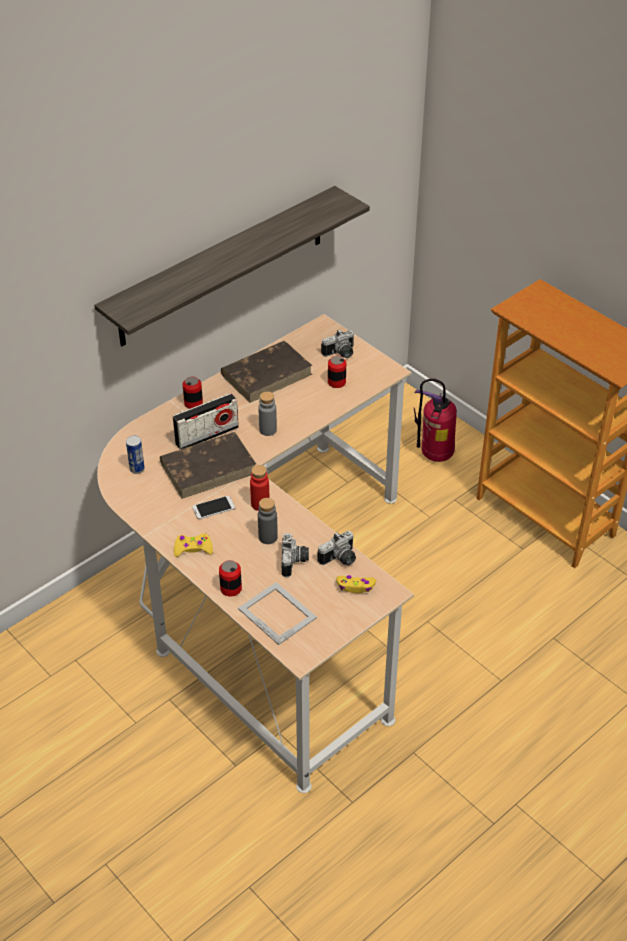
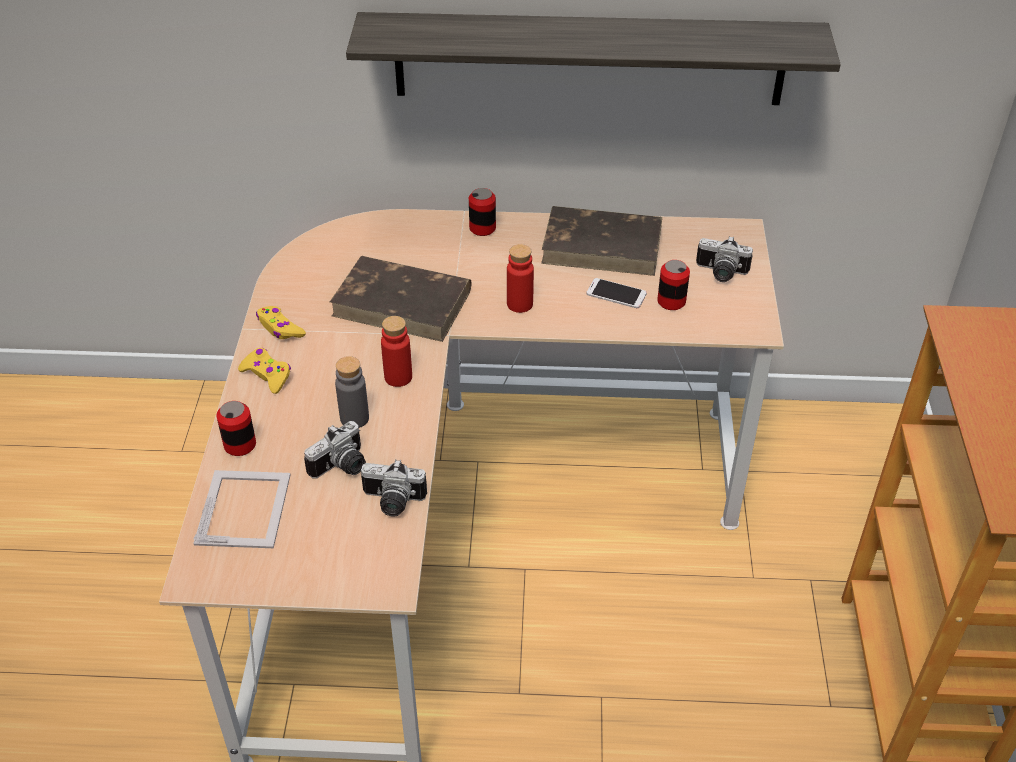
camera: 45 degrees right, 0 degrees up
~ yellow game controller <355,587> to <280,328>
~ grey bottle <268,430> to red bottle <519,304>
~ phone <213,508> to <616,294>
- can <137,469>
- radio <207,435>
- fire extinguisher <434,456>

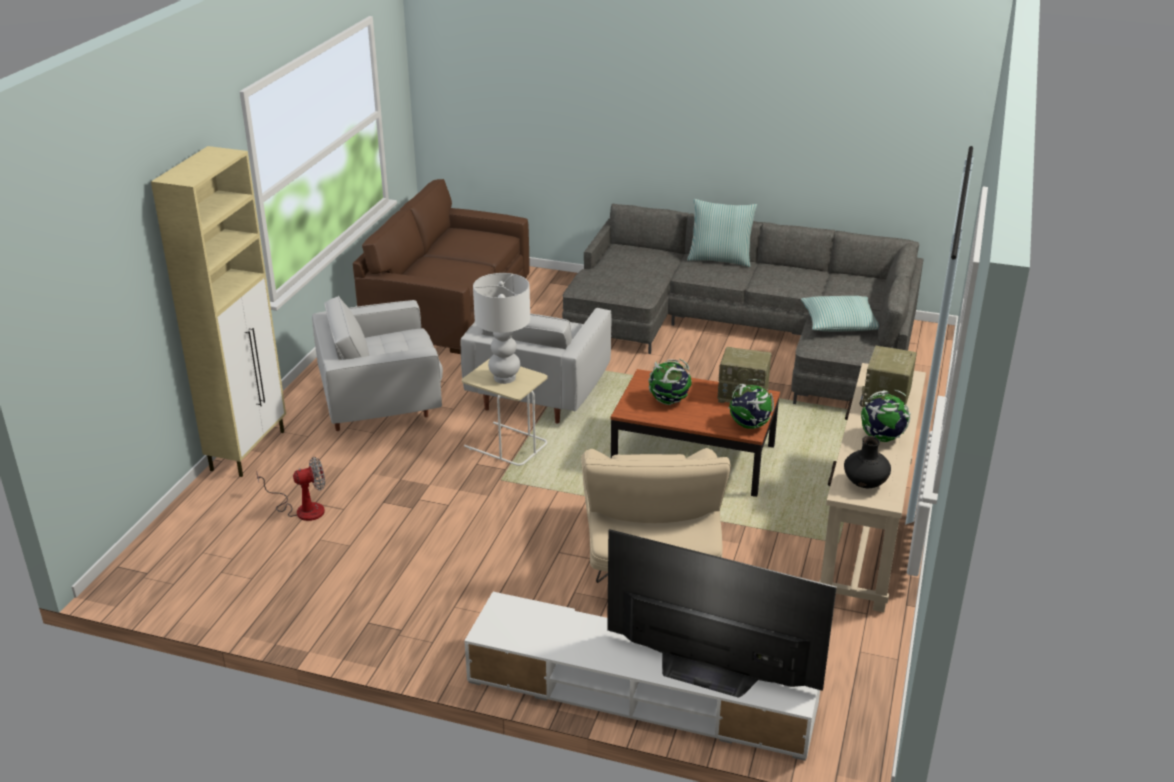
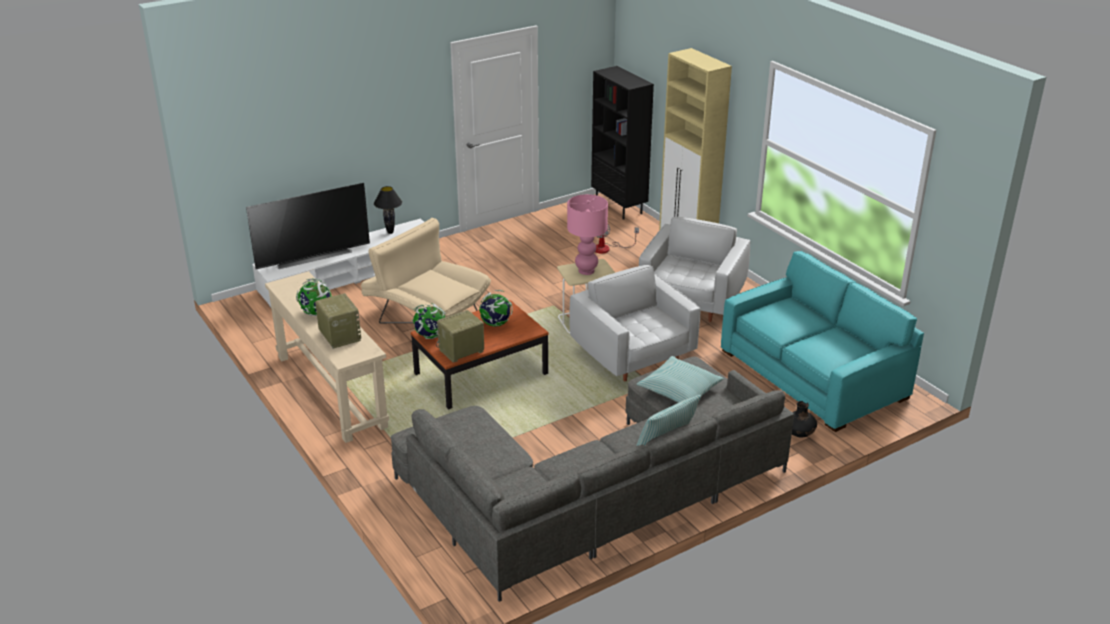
camera: 130 degrees right, 0 degrees up
+ black table lamp <390,232>
~ white table lamp <504,377> to pink table lamp <586,271>
+ black bookcase <619,207>
~ pillow <839,323> to <680,389>
~ brown sofa <448,305> to turquoise sofa <814,374>
~ black vase <865,483> to <799,434>

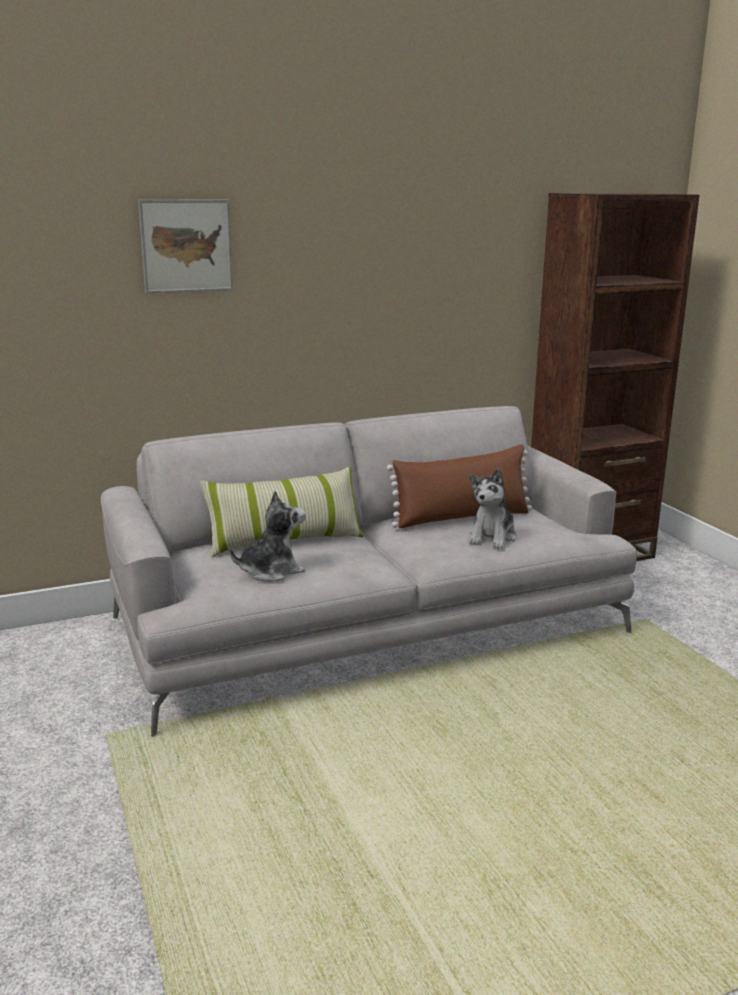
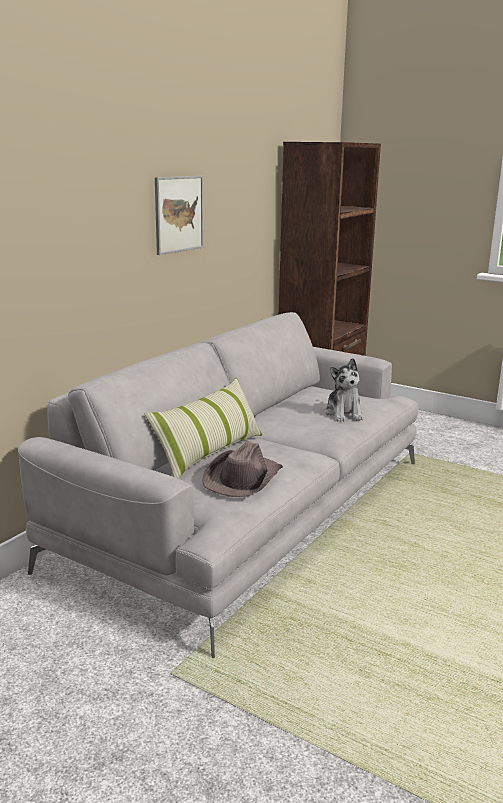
camera: 35 degrees left, 0 degrees up
~ picture <186,246> to <179,214>
~ plush toy <271,571> to brown hat <243,478>
- brown pillow <461,517>

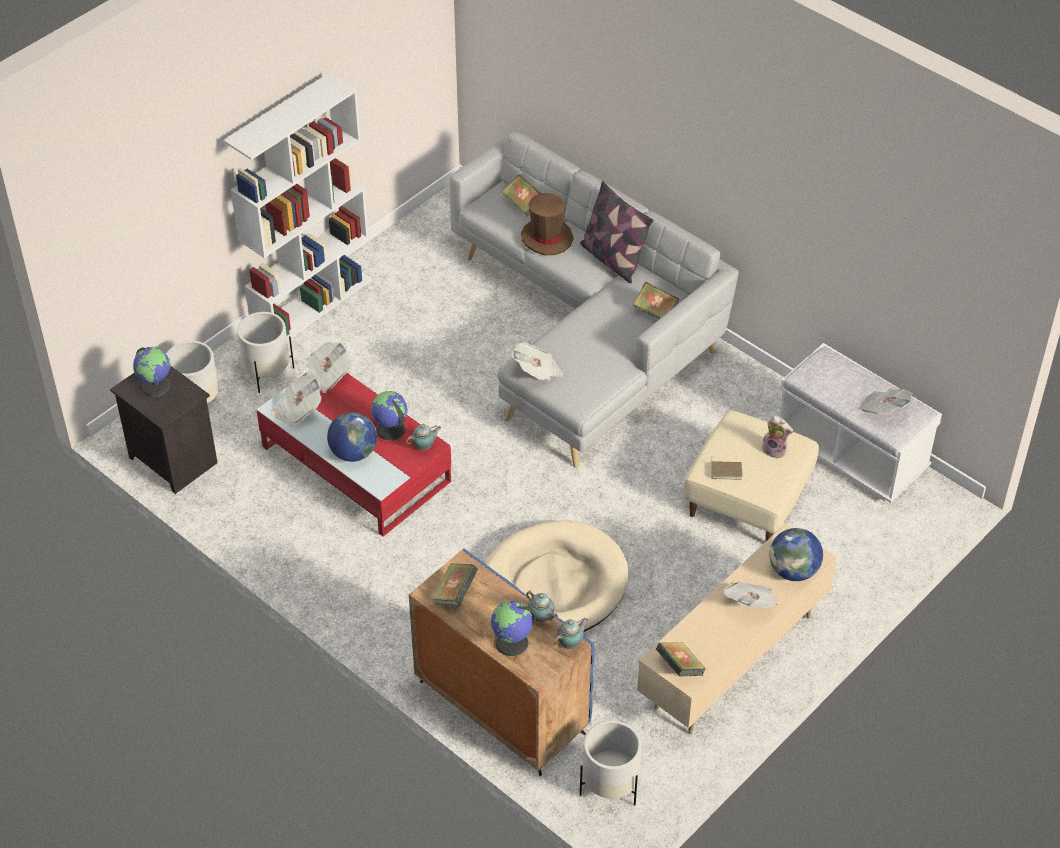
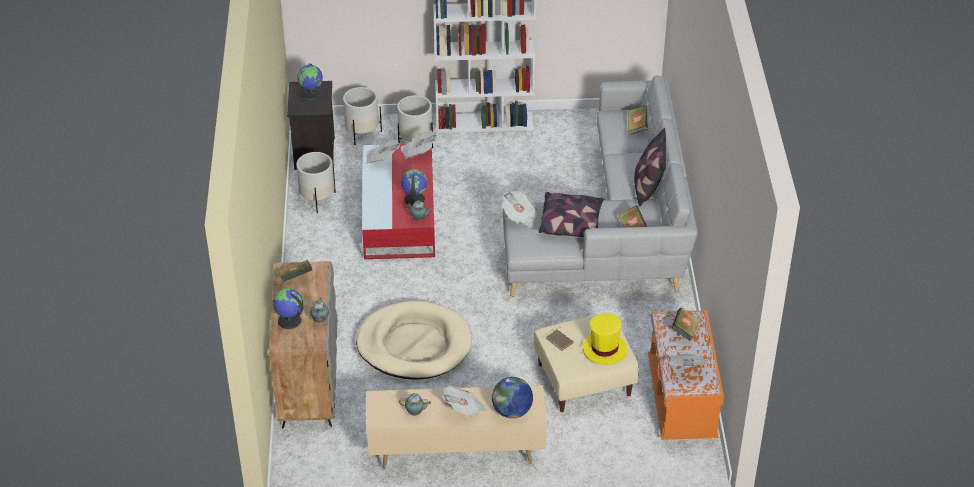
camera: 45 degrees right, 5 degrees down
~ blue cabinet <500,707> to grey cabinet <308,381>
~ white planter <610,786> to <317,199>
~ teapot <571,643> to <415,413>
+ pillow <571,223>
~ plush toy <775,450> to yellow hat <604,350>
~ white bench <851,453> to orange bench <682,400>
~ book <680,668> to <684,331>
- globe <353,453>
- brown hat <547,237>

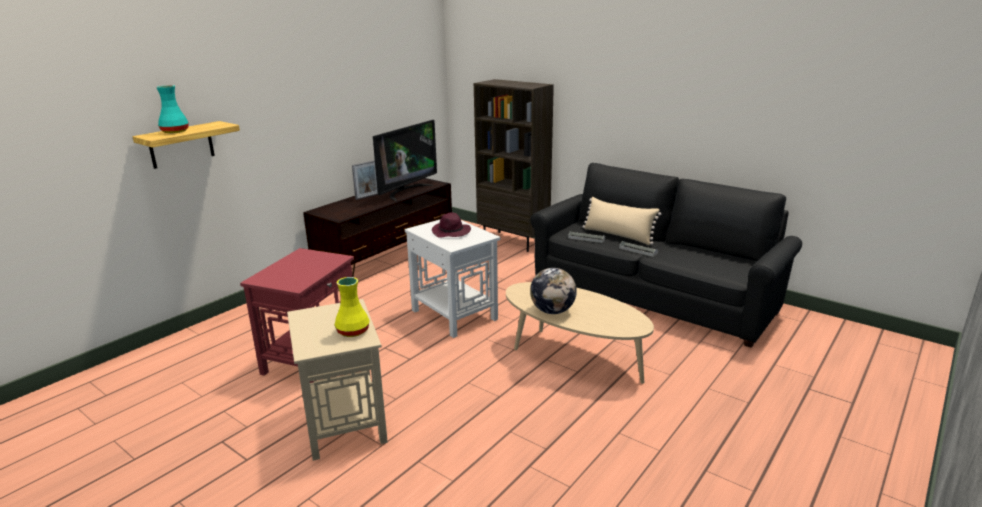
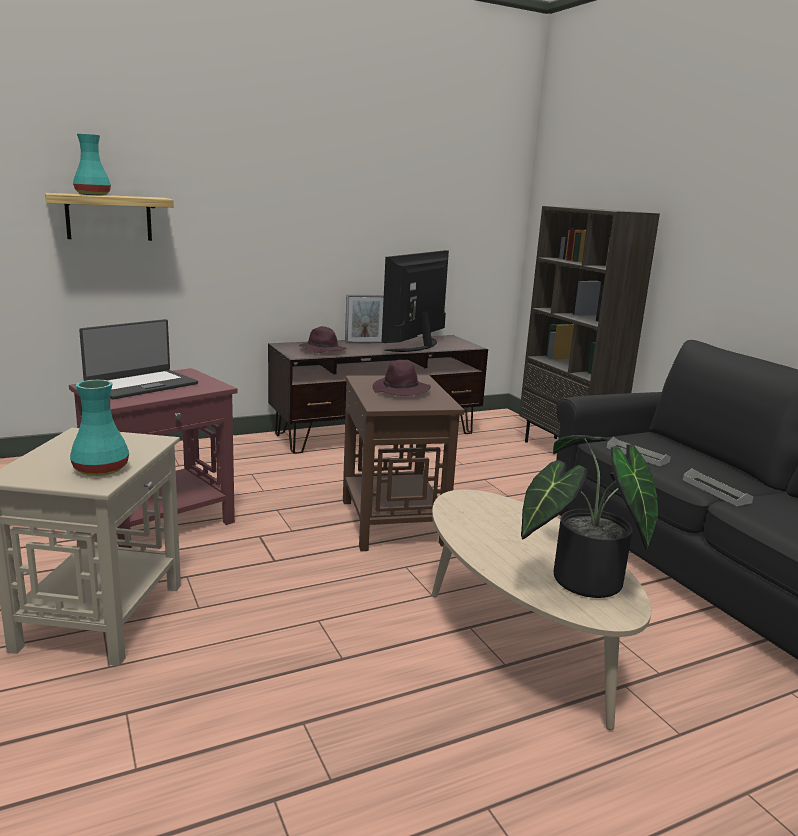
camera: 25 degrees right, 5 degrees down
~ yellow vase <353,332> to turquoise vase <100,470>
+ laptop <141,385>
+ purple hat <321,350>
~ white side table <454,314> to brown side table <393,522>
~ television <406,191> = <418,346> 150 degrees clockwise
+ potted plant <578,580>
- globe <552,311>
- beige pillow <618,235>

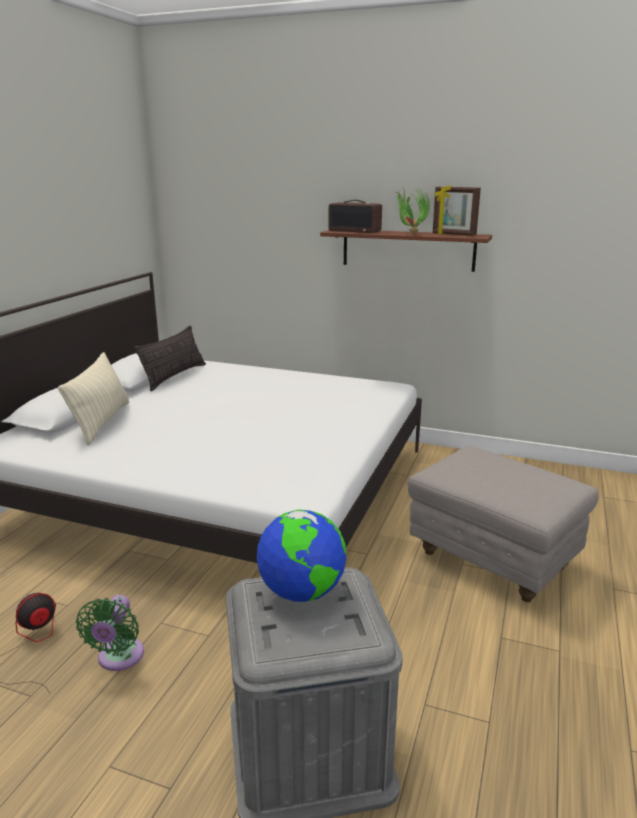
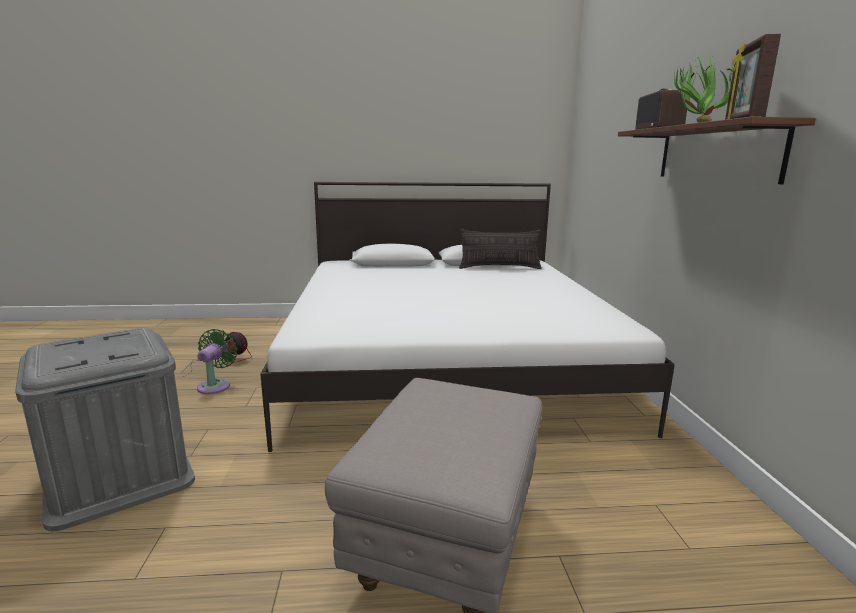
camera: 65 degrees right, 5 degrees down
~ green fan <119,658> = <216,385> 120 degrees clockwise
- beige pillow <101,422>
- globe <302,592>

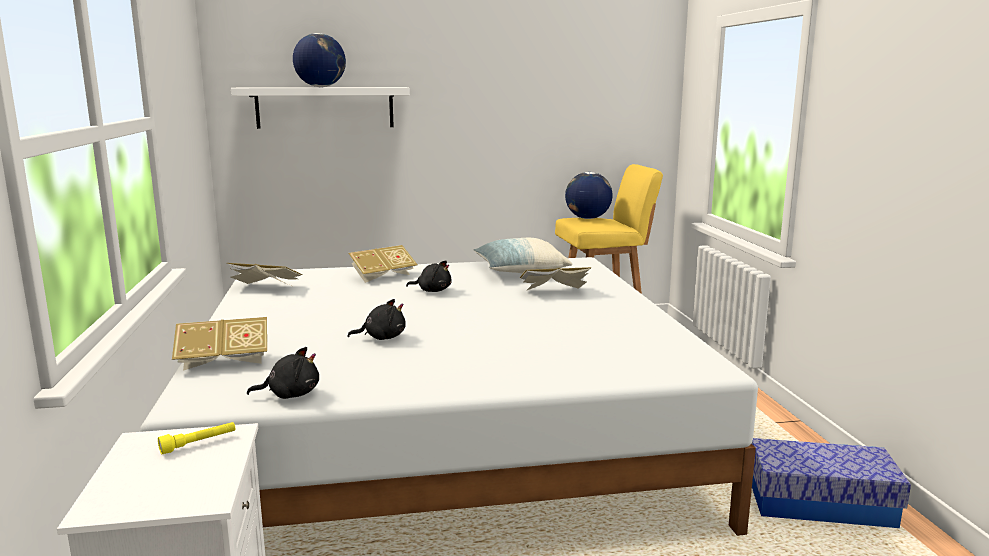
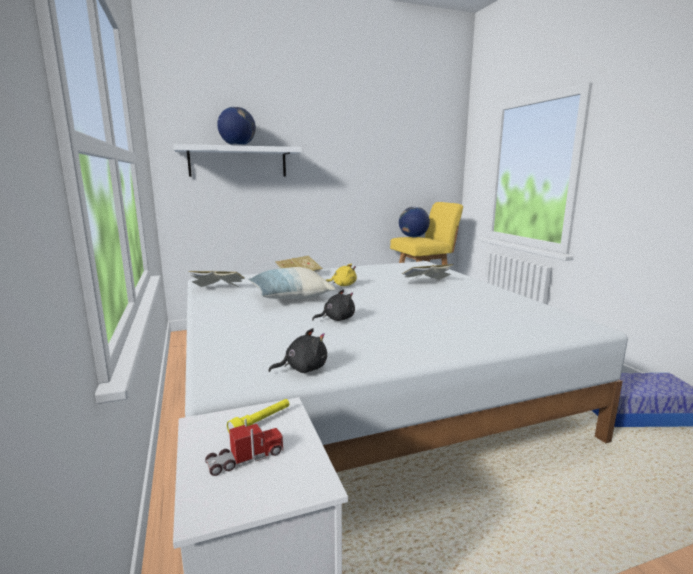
camera: 10 degrees left, 0 degrees up
+ toy truck <245,459>
~ pillow <520,272> to <290,297>
~ black plush toy <432,290> to yellow plush toy <342,285>
- book <224,361>

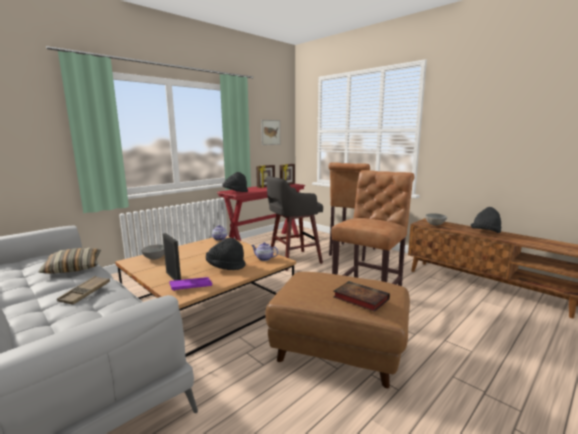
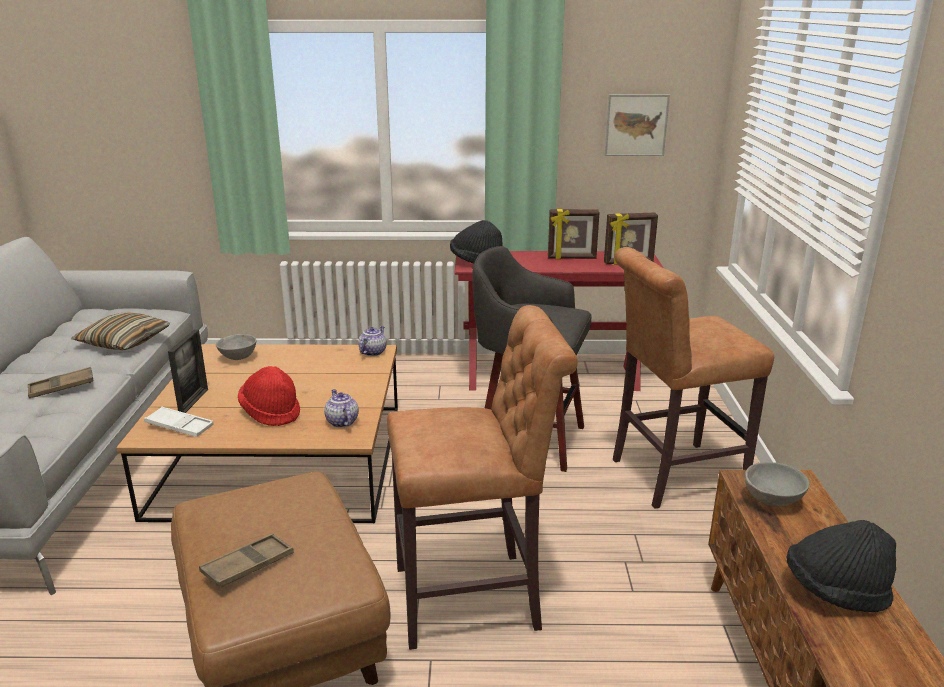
camera: 45 degrees right, 10 degrees up
~ purple tray <191,286> to white tray <179,426>
~ book <359,298> to brown tray <248,565>
~ black hat <225,267> to red hat <271,412>

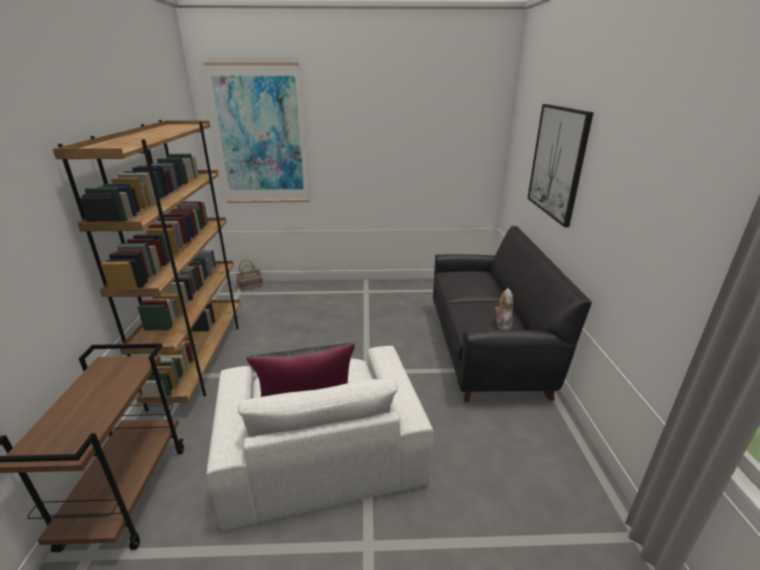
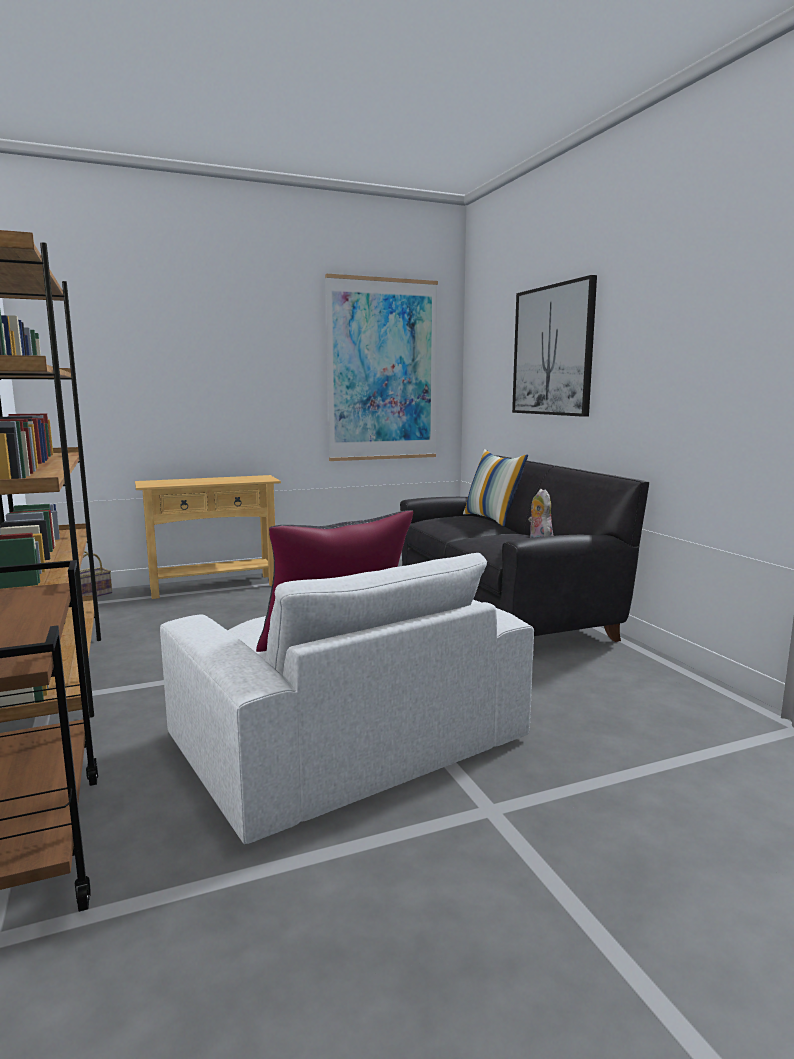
camera: 20 degrees left, 15 degrees down
+ beige console table <214,586>
~ picture <260,137> to <382,370>
+ pillow <492,519>

